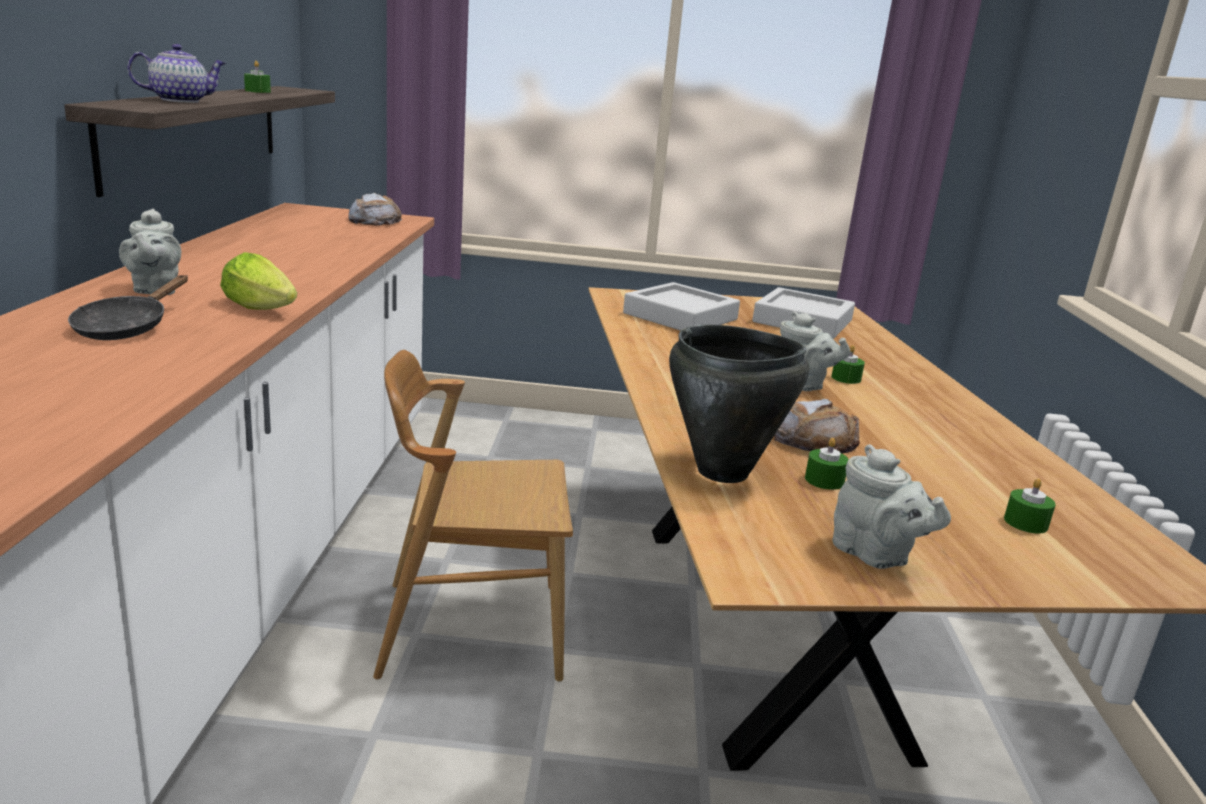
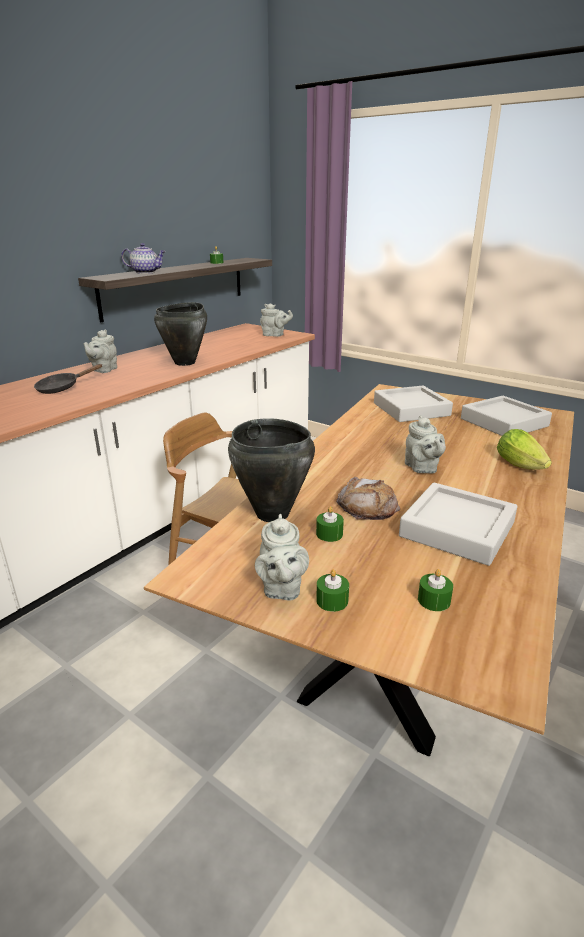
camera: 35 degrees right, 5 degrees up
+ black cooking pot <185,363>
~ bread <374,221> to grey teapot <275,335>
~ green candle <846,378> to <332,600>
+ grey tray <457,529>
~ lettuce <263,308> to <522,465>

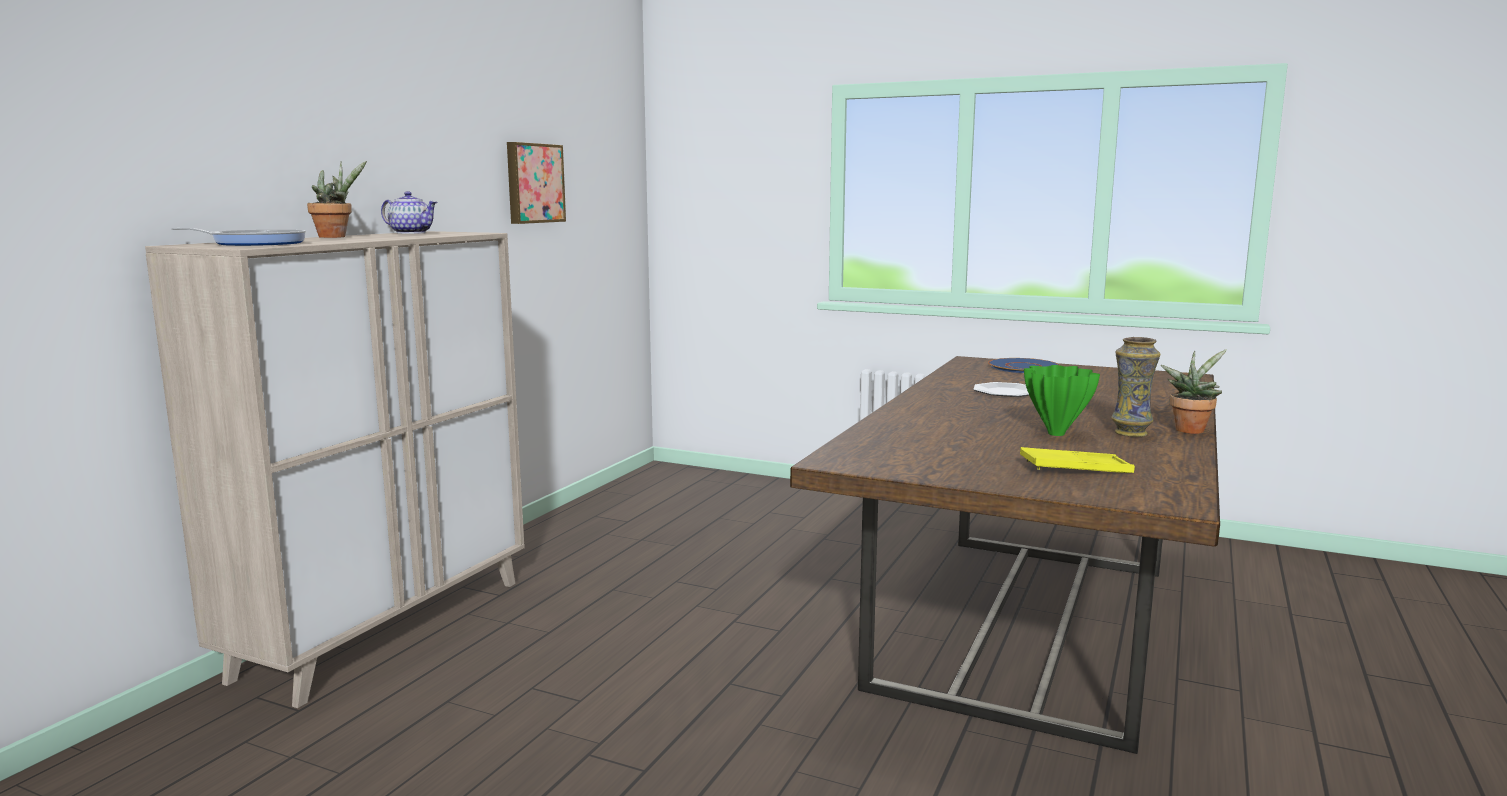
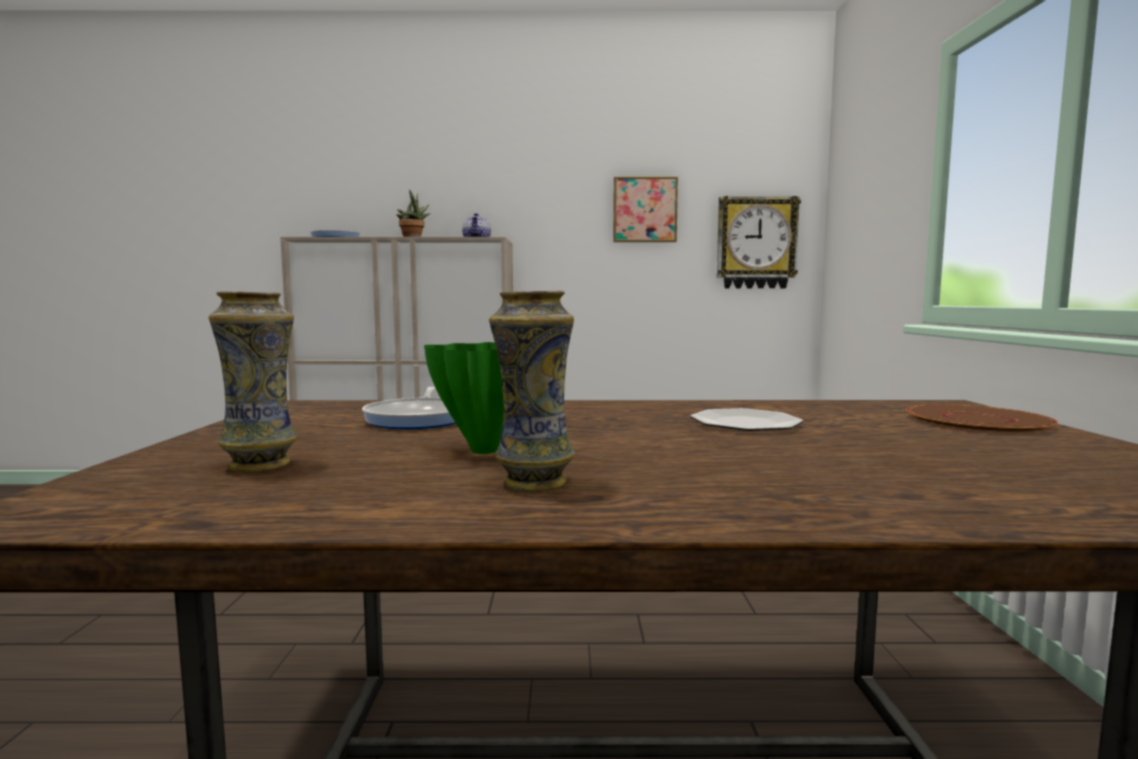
camera: 65 degrees right, 5 degrees down
~ yellow tray <1075,469> to vase <261,464>
+ frying pan <420,418>
+ wall clock <756,243>
~ blue plate <1024,367> to brown plate <978,421>
- potted plant <1190,429>

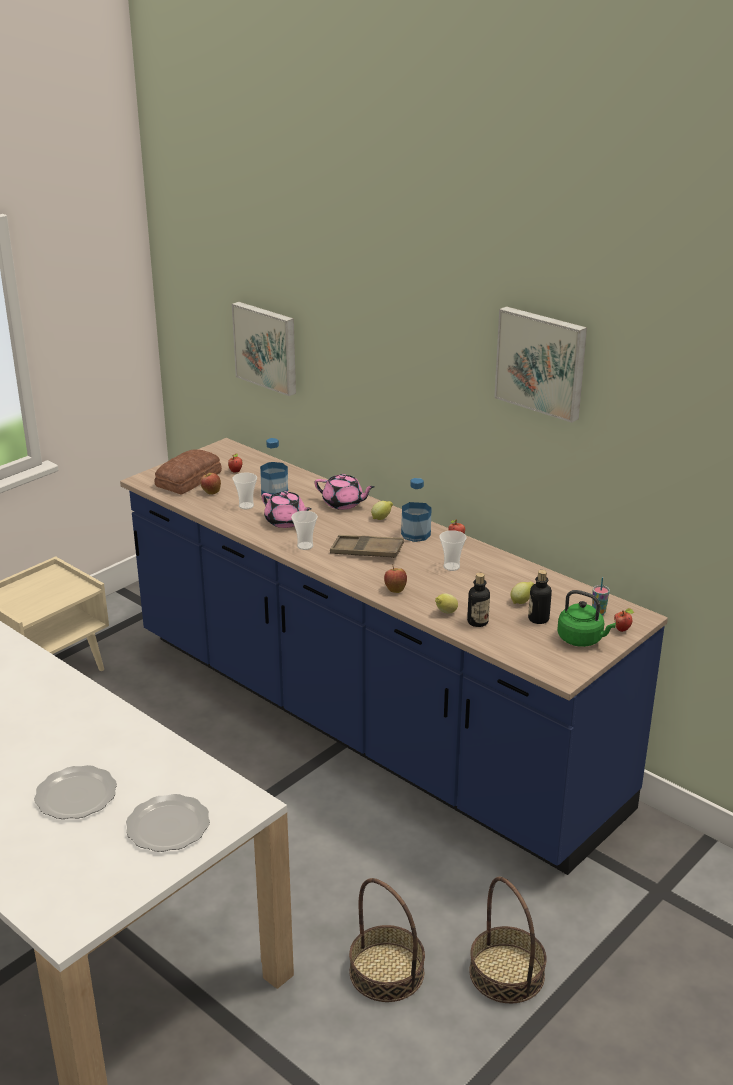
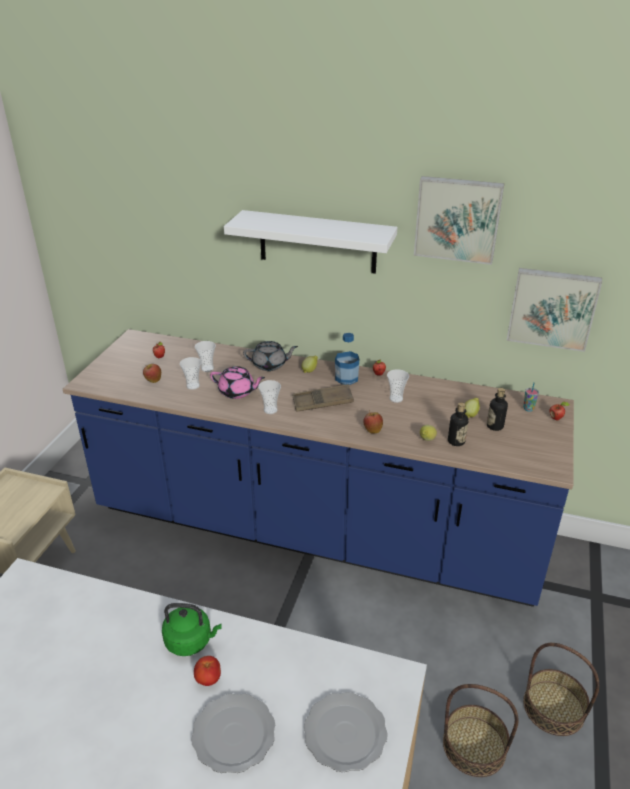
camera: 25 degrees left, 5 degrees up
~ green kettle <582,639> to <191,641>
+ tomato <208,679>
~ bottle <274,493> to cup <207,368>
+ white shelf <317,242>
~ pink teapot <343,503> to grey teapot <270,365>
~ picture <267,347> to <552,308>
- bread <190,479>

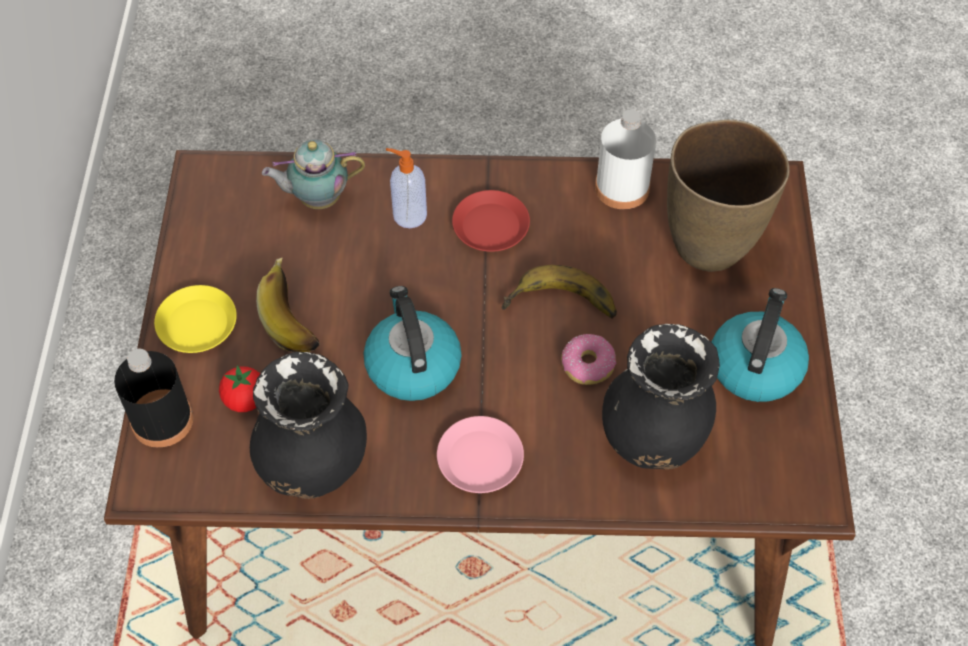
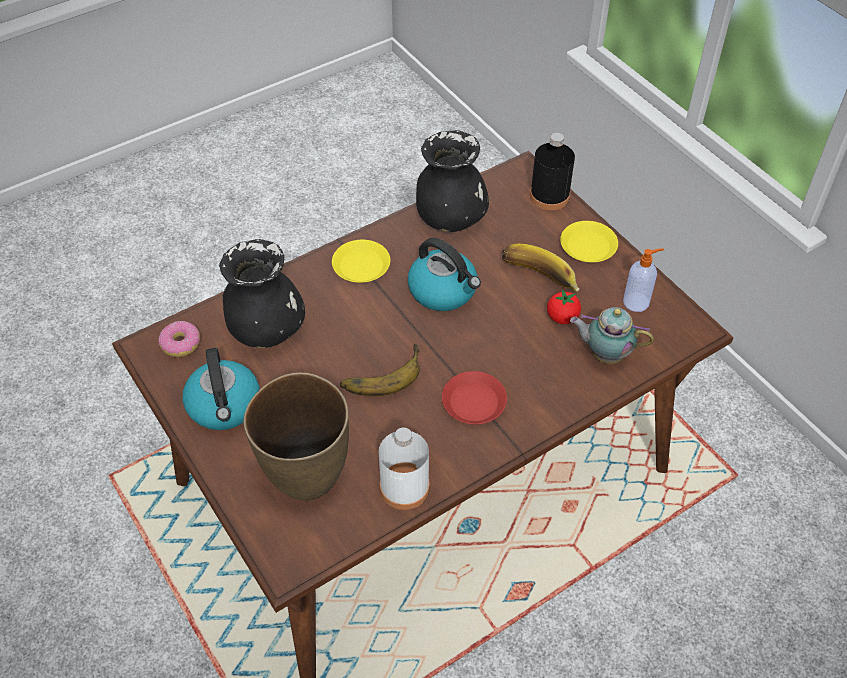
camera: 145 degrees right, 5 degrees down
~ donut <587,364> to <181,344>
~ pink plate <480,458> to yellow plate <361,266>
~ tomato <245,400> to <562,317>
~ teapot <317,199> = <605,354> 120 degrees counterclockwise
~ soap dispenser <408,215> to <637,302>

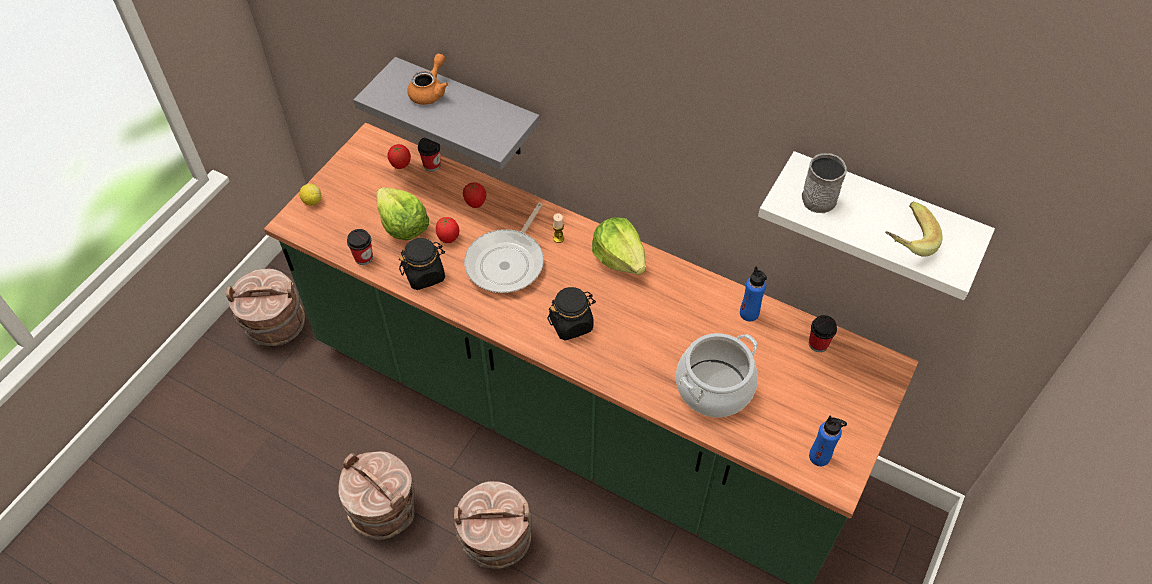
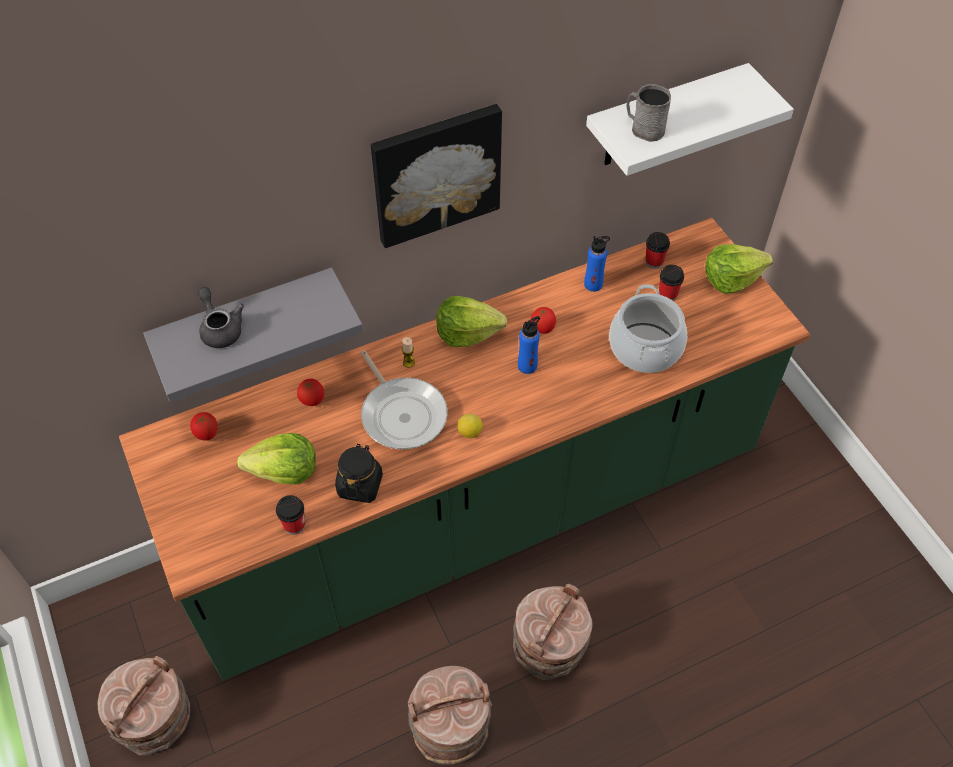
camera: 55 degrees left, 0 degrees up
~ orange teapot <430,91> to grey teapot <220,328>
+ picture <436,173>
~ lemon <312,201> to <469,432>
~ blue bottle <819,457> to <527,366>
~ tomato <449,238> to <542,329>
~ cup <432,165> to <667,294>
+ lettuce <731,278>
- black jar <571,324>
- banana <904,239>

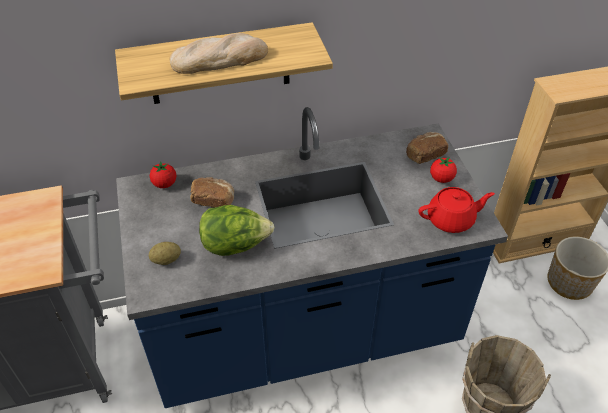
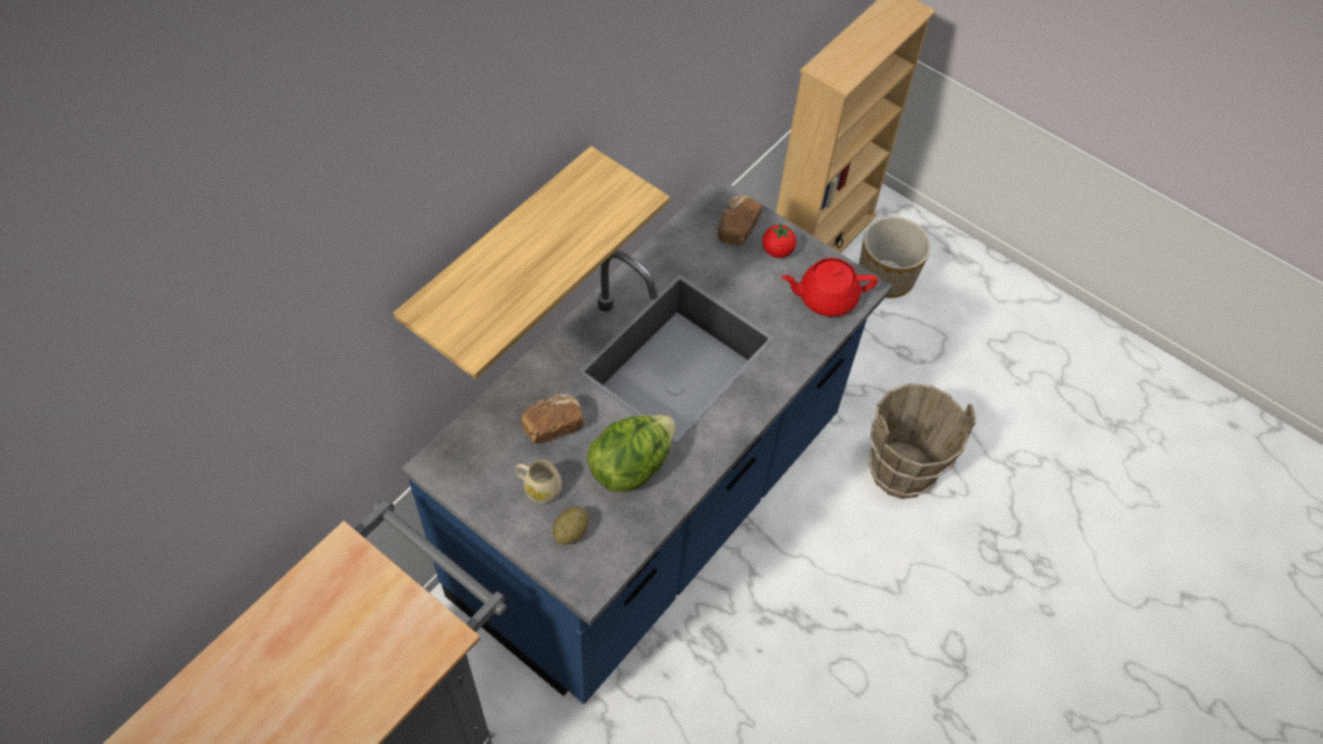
camera: 40 degrees left, 10 degrees up
+ beige mug <538,488>
~ red teapot <451,220> = <826,298> 135 degrees counterclockwise
- tomato <164,184>
- bread <219,59>

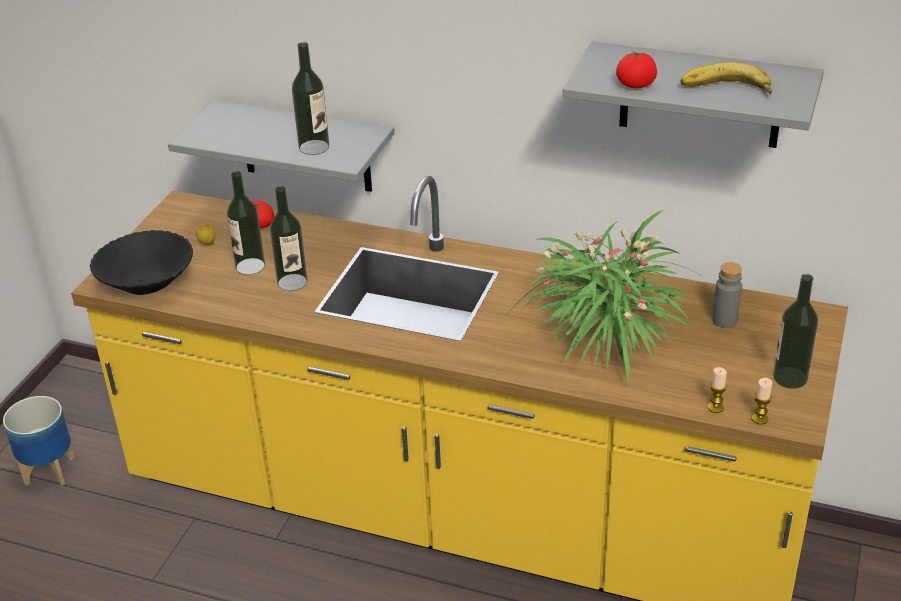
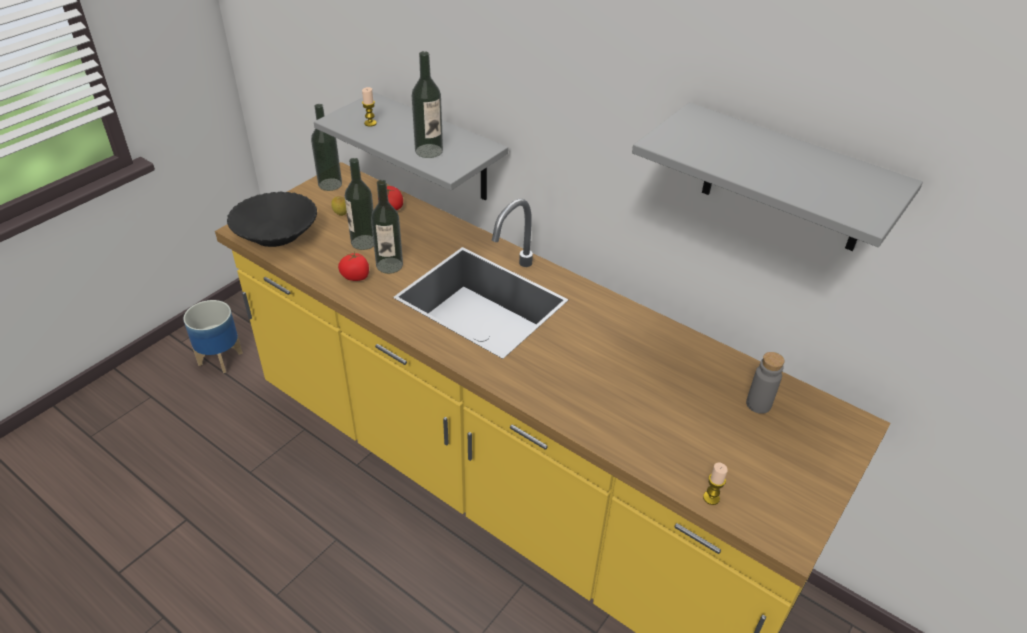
camera: 15 degrees right, 5 degrees up
~ bottle <790,377> to <330,184>
~ tomato <635,85> to <356,276>
~ candle <759,419> to <370,123>
- potted plant <605,329>
- banana <726,90>

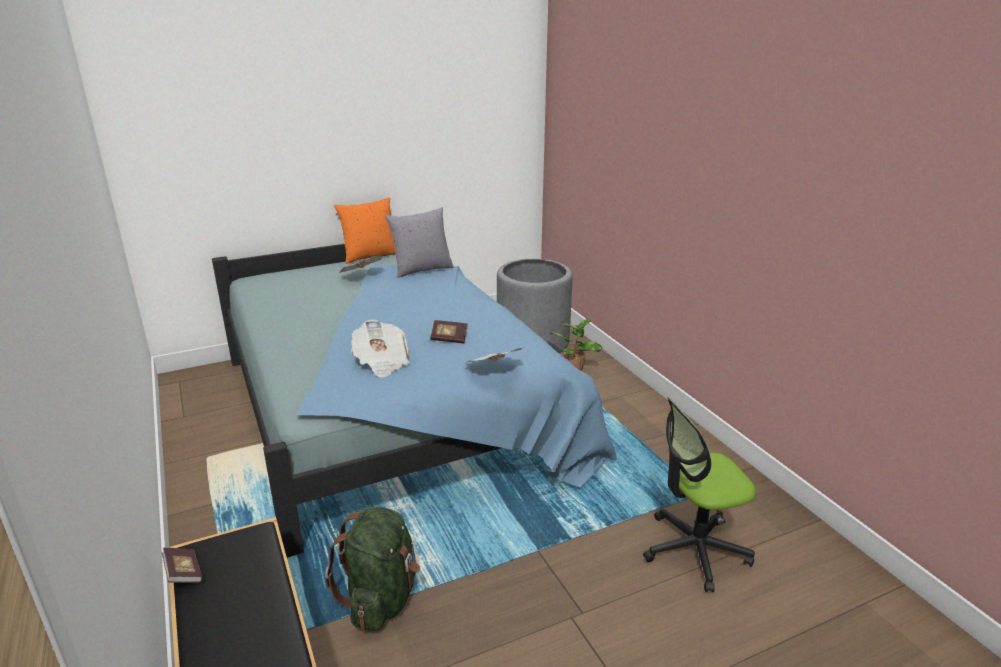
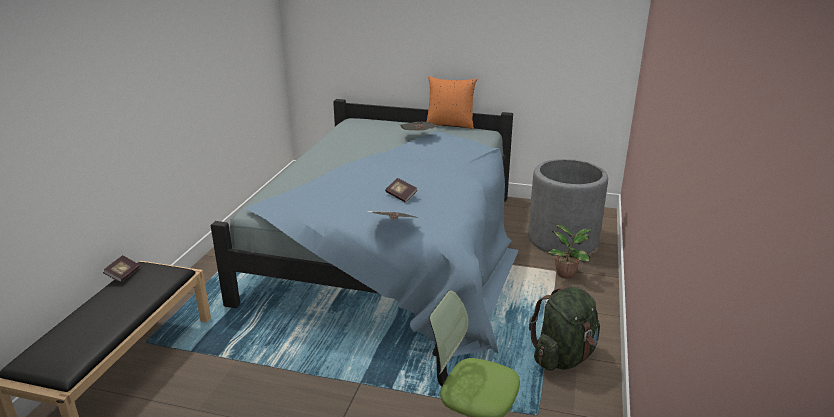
camera: 40 degrees right, 0 degrees up
~ green backpack <381,598> to <563,357>
- newspaper <381,362>
- grey pillow <421,269>

